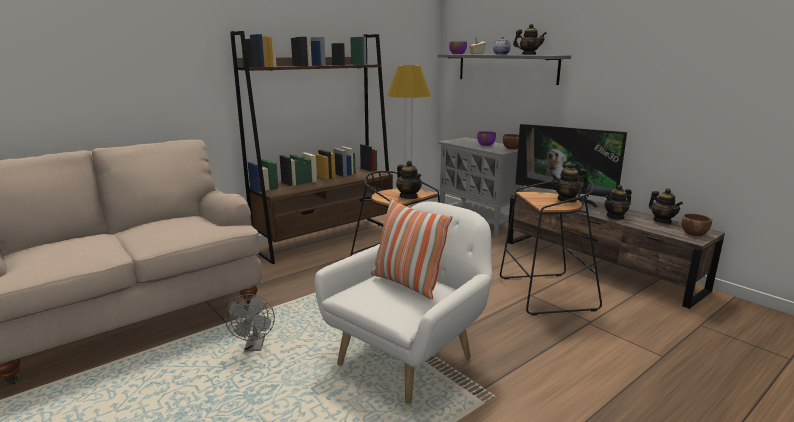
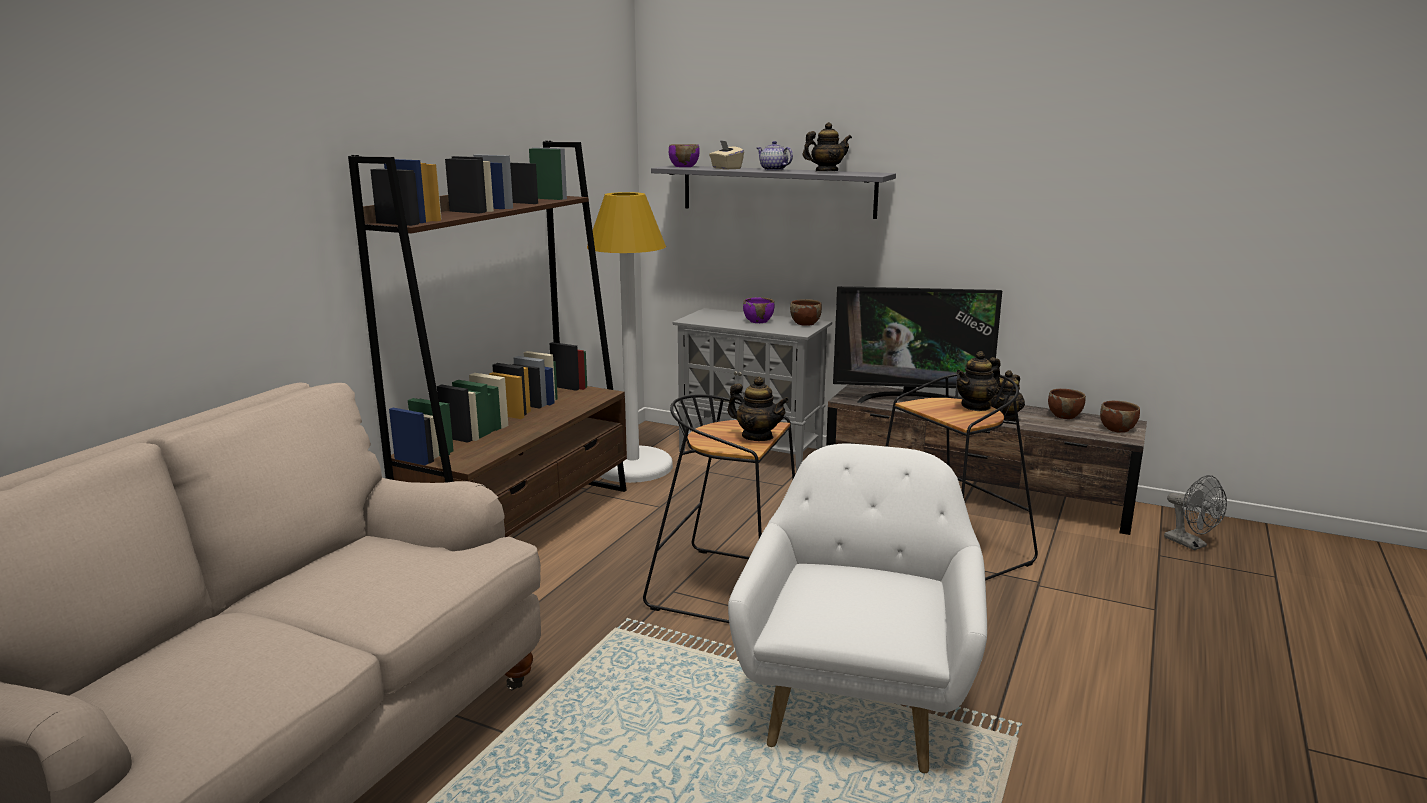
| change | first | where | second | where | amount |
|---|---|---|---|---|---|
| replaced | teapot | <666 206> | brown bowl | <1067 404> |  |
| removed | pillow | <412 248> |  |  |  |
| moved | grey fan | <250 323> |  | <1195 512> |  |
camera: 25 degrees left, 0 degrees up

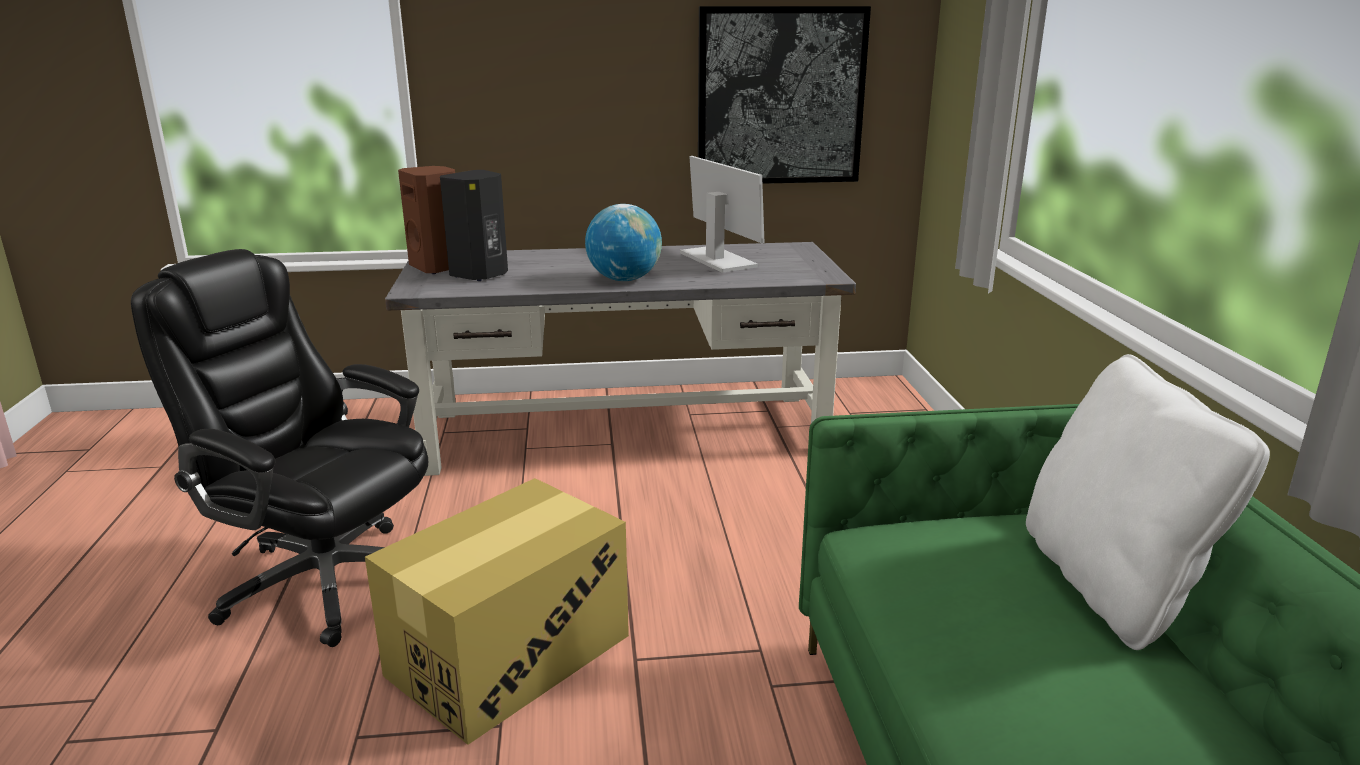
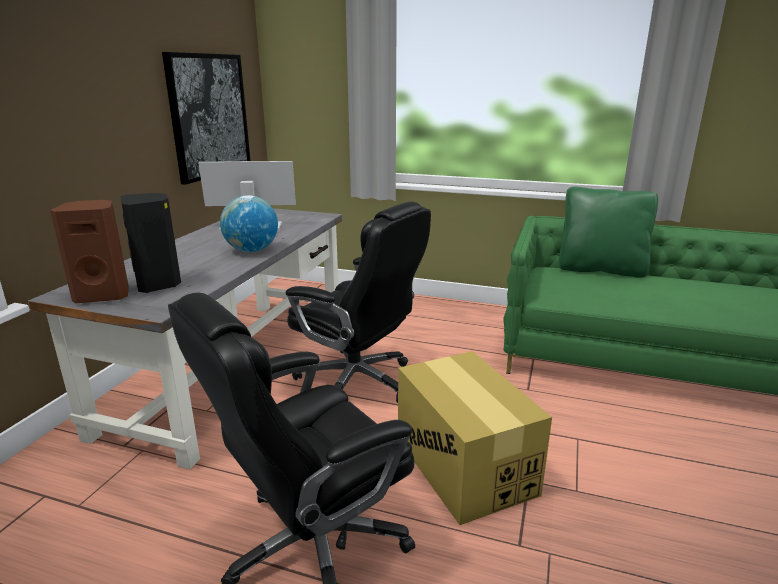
| change | first | where | second | where | amount |
|---|---|---|---|---|---|
| recoloured | white pillow | <1148 502> | green pillow | <608 232> |  |
| added |  |  | black office chair | <358 302> |  |
camera: 65 degrees left, 0 degrees up

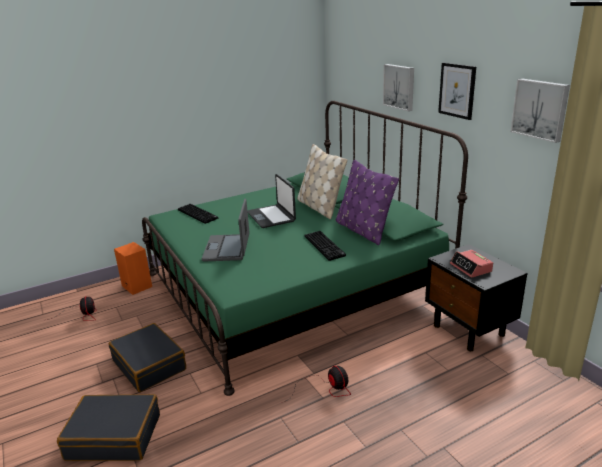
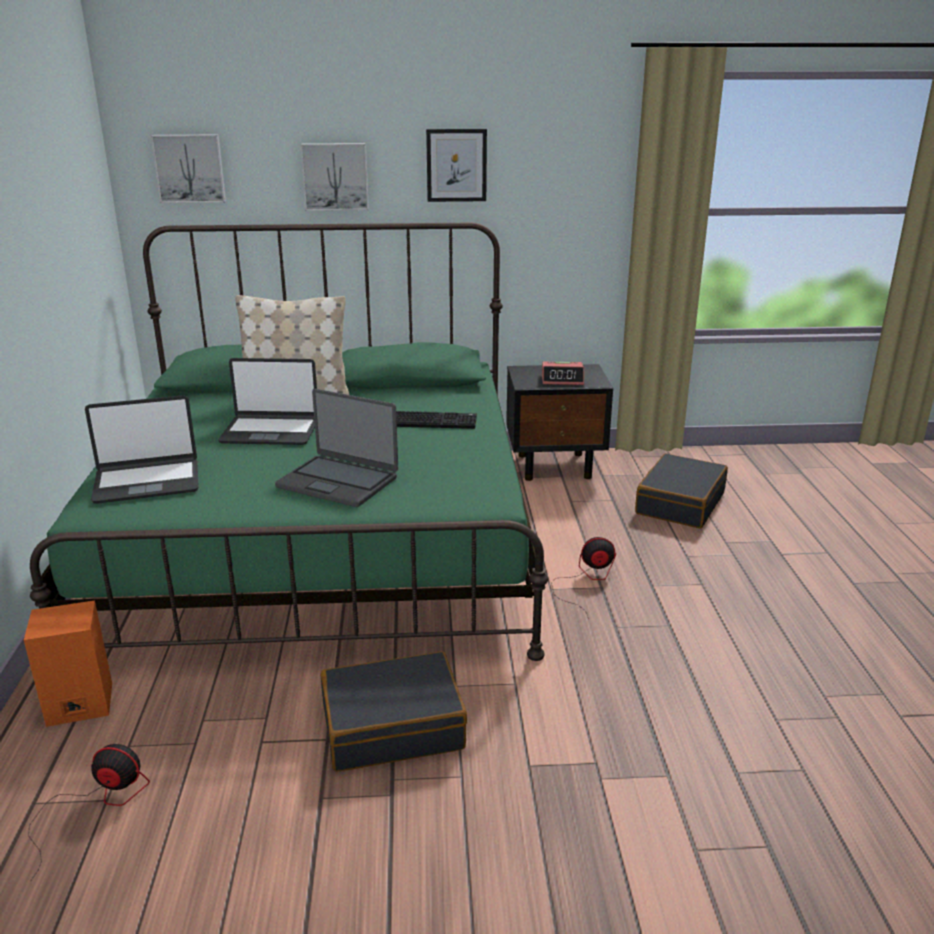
| change | first | where | second | where | amount |
|---|---|---|---|---|---|
| moved | picture | <540 110> |  | <188 169> |  |
| removed | purple pillow | <367 202> |  |  |  |
| replaced | keyboard | <198 214> | laptop | <142 449> |  |
| moved | black suitcase | <108 427> |  | <681 491> |  |
camera: 65 degrees left, 0 degrees up

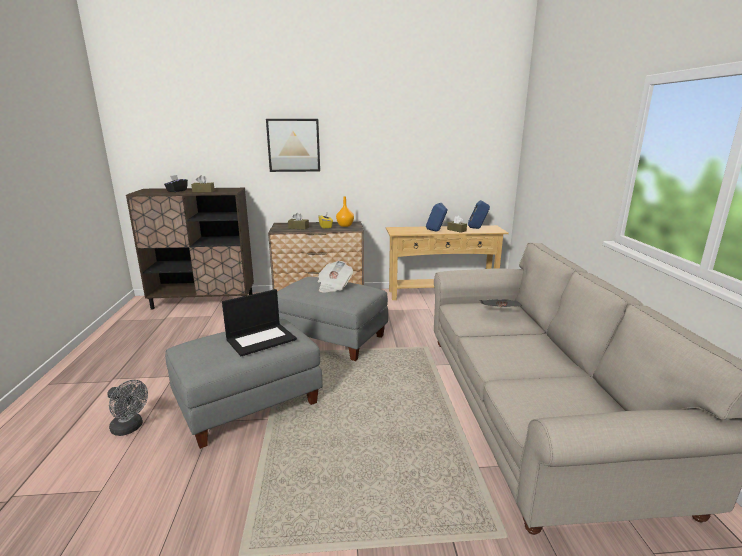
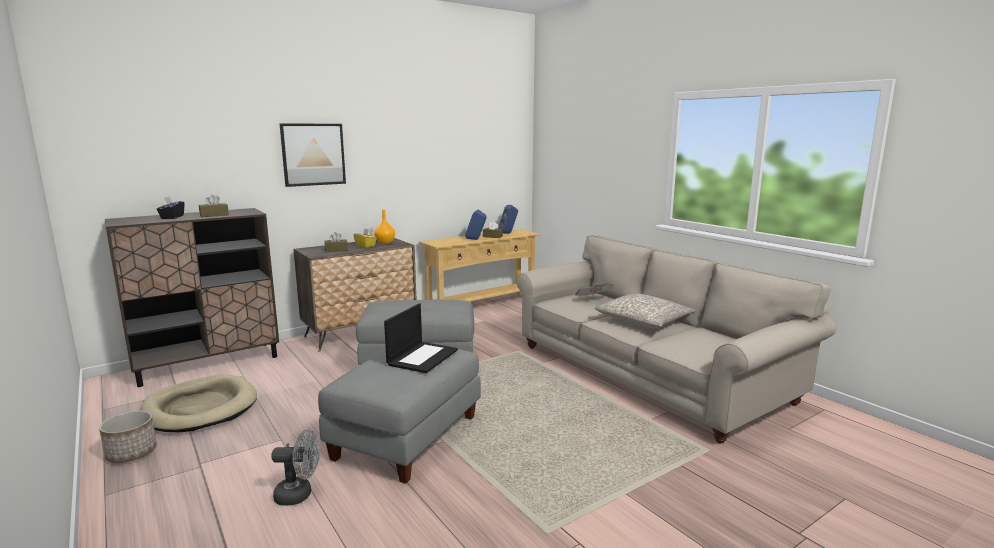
| change | first | where | second | where | amount |
|---|---|---|---|---|---|
| removed | newspaper | <335 277> |  |  |  |
| added |  |  | grey pillow | <645 311> |  |
| added |  |  | beige dog bed | <198 403> |  |
| added |  |  | planter | <128 437> |  |
camera: 30 degrees left, 5 degrees down

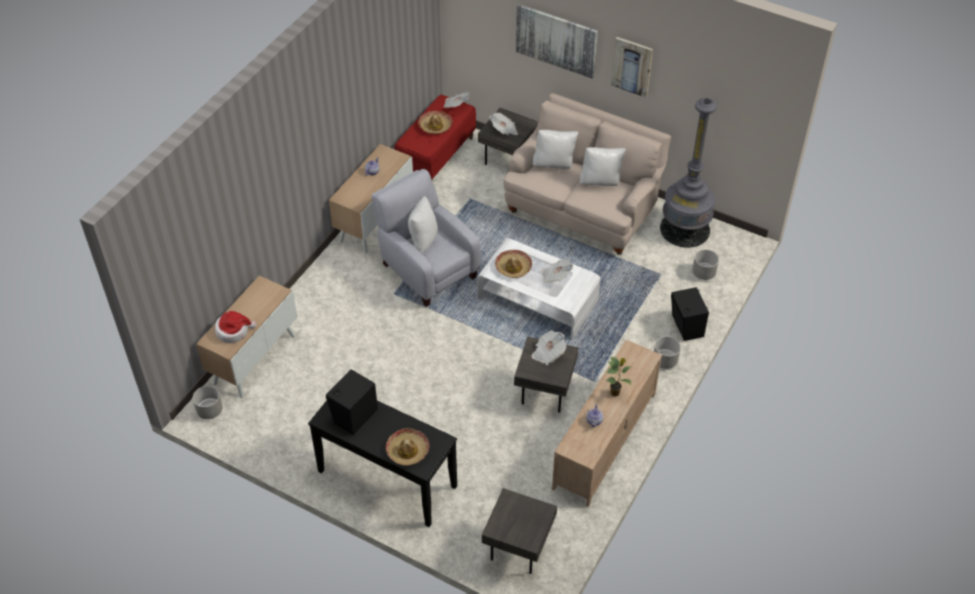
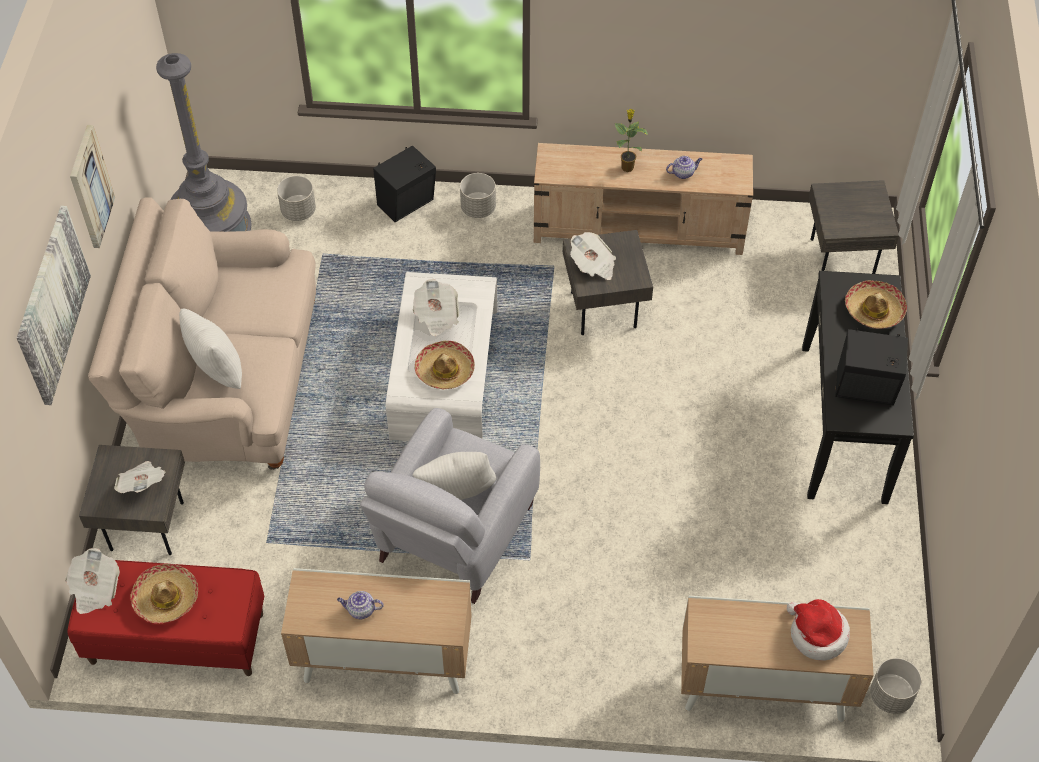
| change | first | where | second | where | amount |
|---|---|---|---|---|---|
| removed | white pillow | <603 166> |  |  |  |
camera: 115 degrees left, 5 degrees up

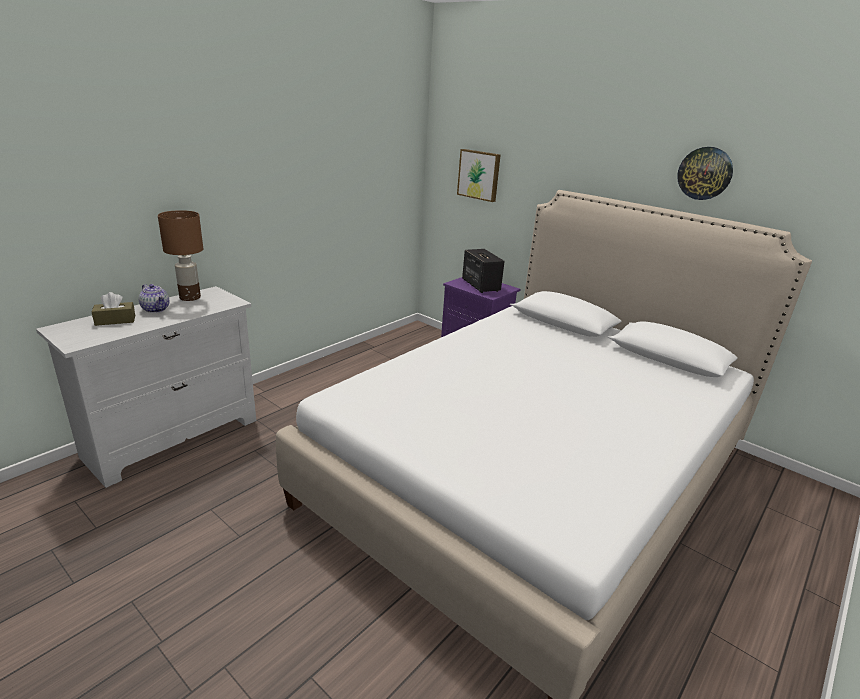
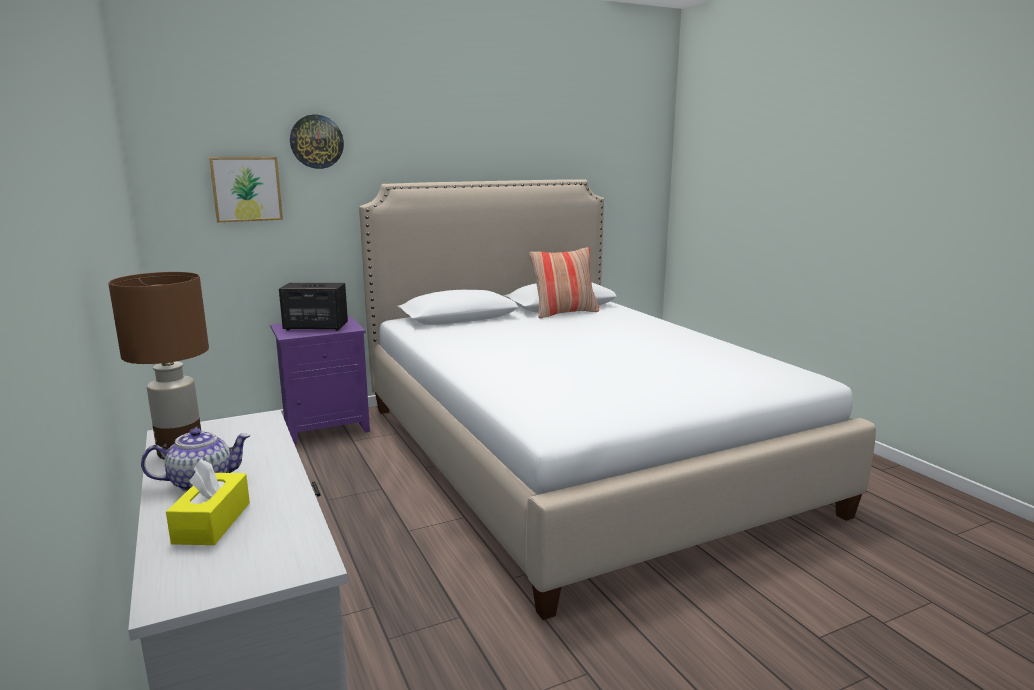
| change | first | where | second | where | amount |
|---|---|---|---|---|---|
| moved | wall clock | <705 173> |  | <317 142> |  |
| recoloured | brown tissue box | <113 309> | yellow tissue box | <208 502> |  |
| added |  |  | pillow | <564 283> |  |
camera: 65 degrees left, 10 degrees down

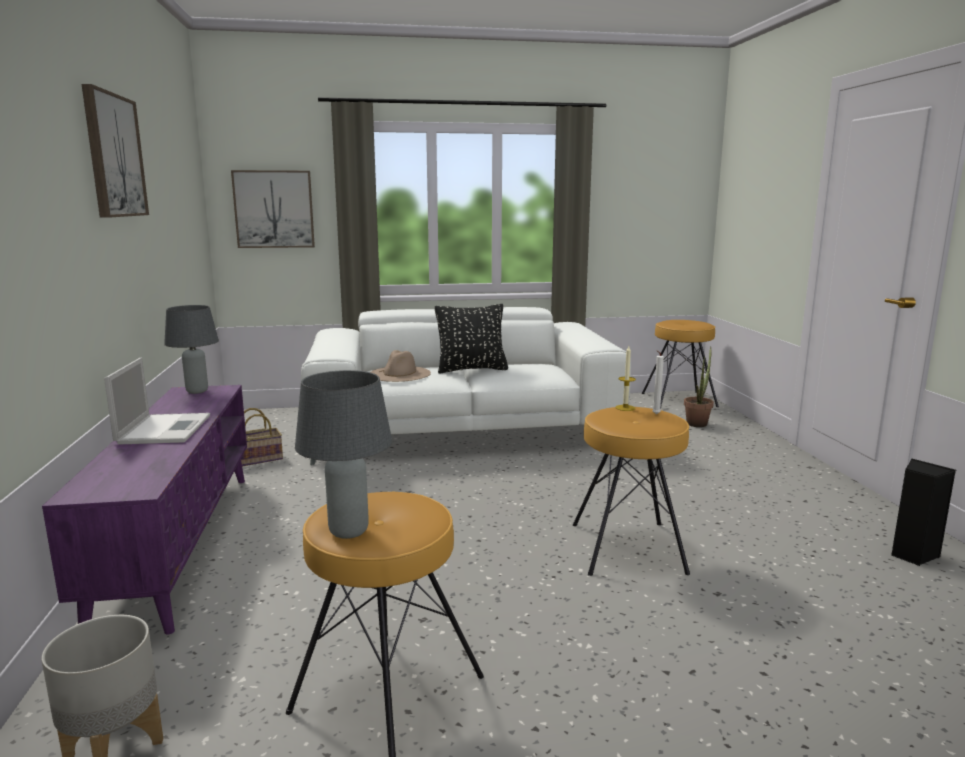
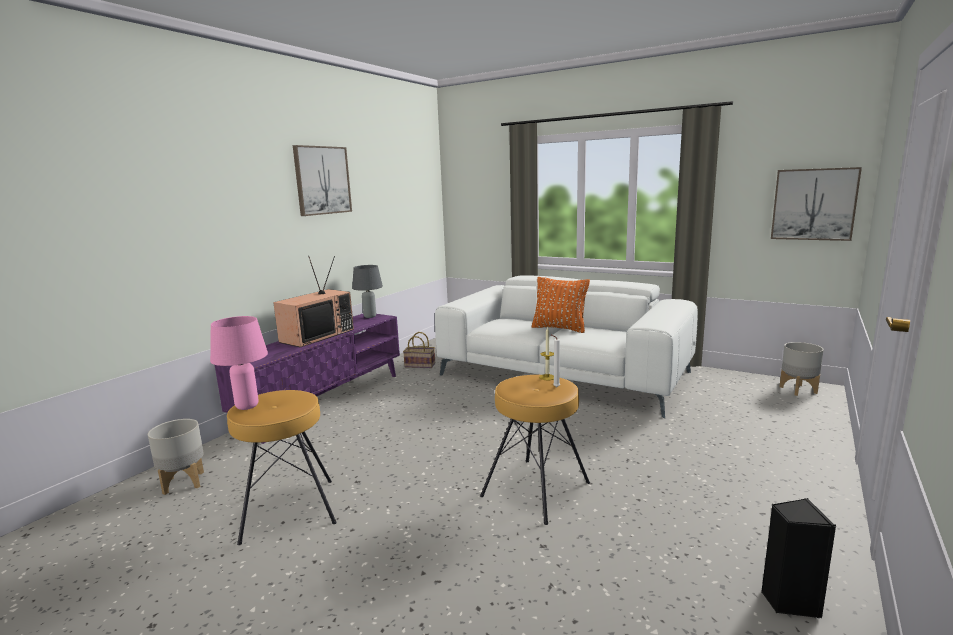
| change | first | where | second | where | amount |
|---|---|---|---|---|---|
| moved | picture | <273 209> |  | <816 204> |  |
| recoloured | black pillow | <471 338> | orange pillow | <561 305> |  |
| replaced | brown stool | <680 364> | grey planter | <801 369> |  |
| removed | potted plant | <699 386> |  |  |  |
| removed | beige hat | <401 366> |  |  |  |
| replaced | laptop | <157 401> | television | <313 301> |  |
| recoloured | grey table lamp | <343 454> | pink table lamp | <239 363> |  |
camera: 40 degrees right, 0 degrees up

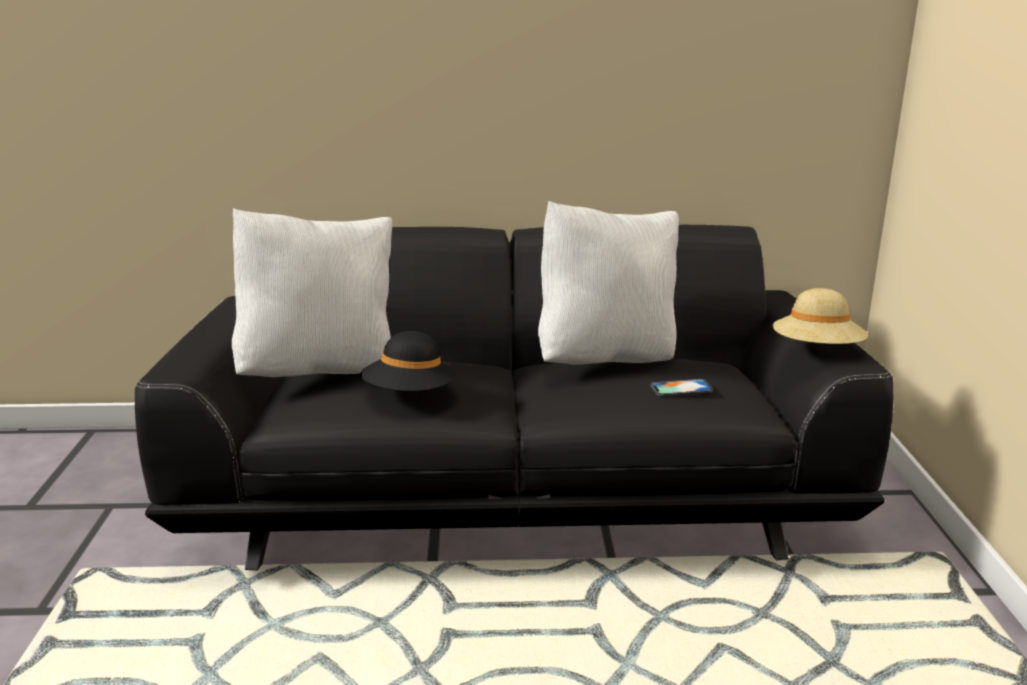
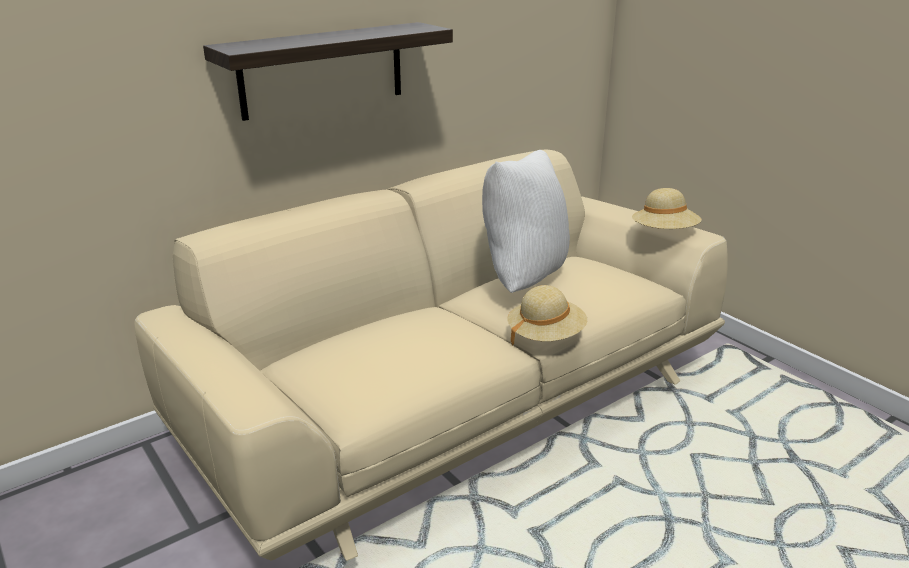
| change | first | where | second | where | amount |
|---|---|---|---|---|---|
| removed | white pillow | <312 293> |  |  |  |
| recoloured | black sofa | <514 398> | beige sofa | <431 355> |  |
| removed | black hat | <409 361> |  |  |  |
| removed | phone | <682 387> |  |  |  |
| added |  |  | shelf | <328 71> |  |
| added |  |  | beige hat | <547 315> |  |
camera: 35 degrees left, 5 degrees up

